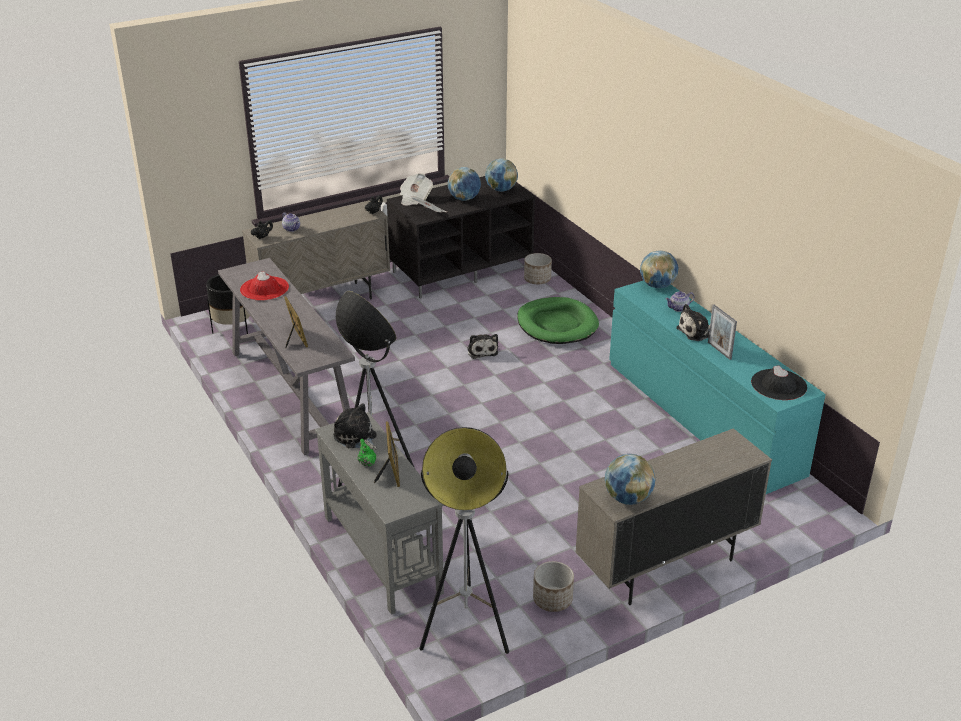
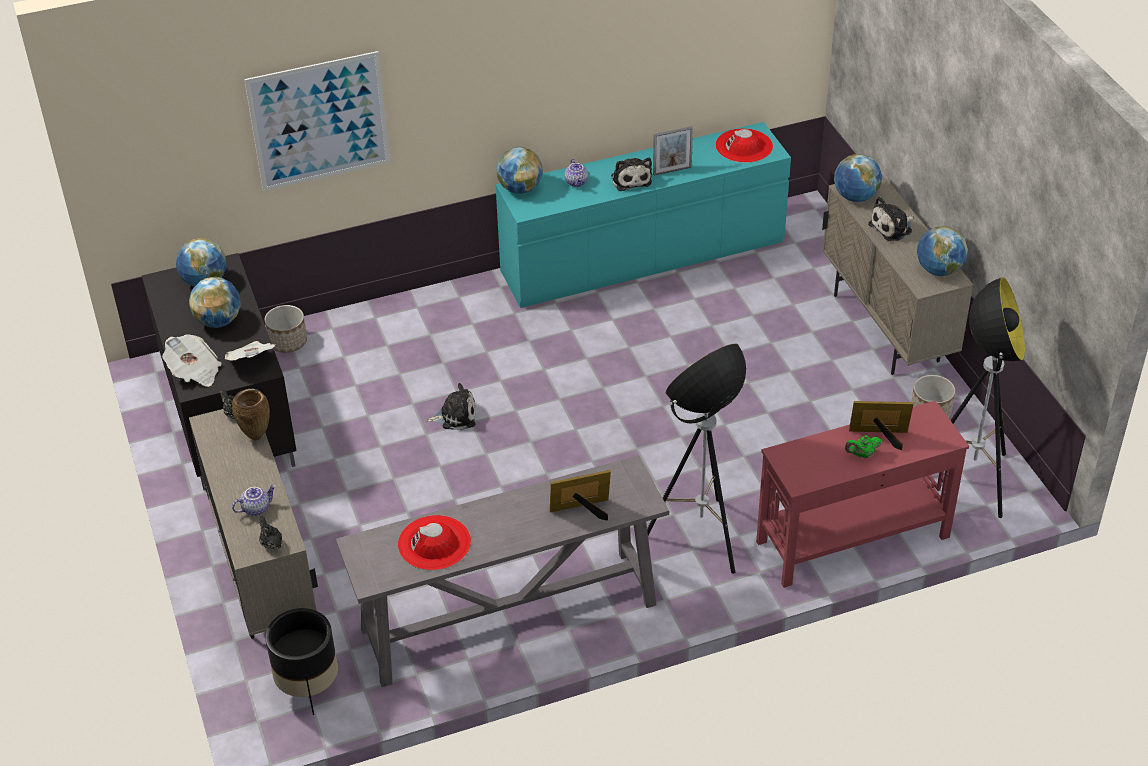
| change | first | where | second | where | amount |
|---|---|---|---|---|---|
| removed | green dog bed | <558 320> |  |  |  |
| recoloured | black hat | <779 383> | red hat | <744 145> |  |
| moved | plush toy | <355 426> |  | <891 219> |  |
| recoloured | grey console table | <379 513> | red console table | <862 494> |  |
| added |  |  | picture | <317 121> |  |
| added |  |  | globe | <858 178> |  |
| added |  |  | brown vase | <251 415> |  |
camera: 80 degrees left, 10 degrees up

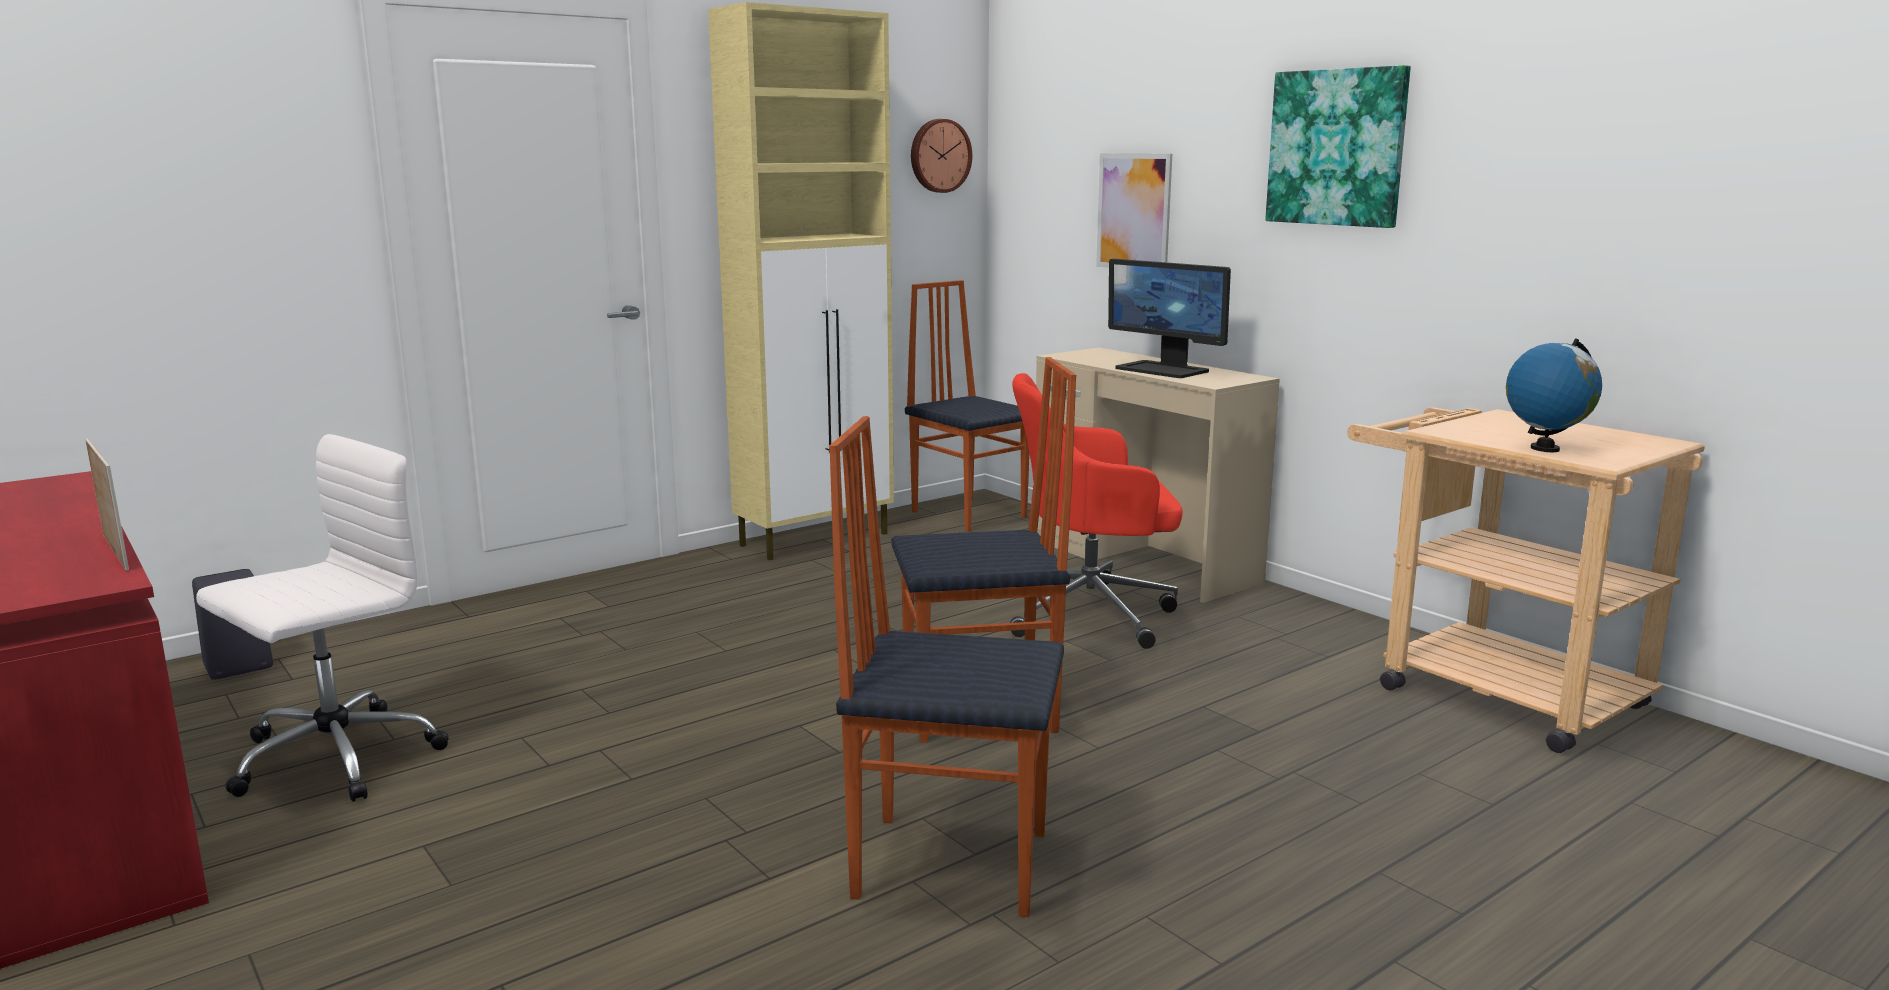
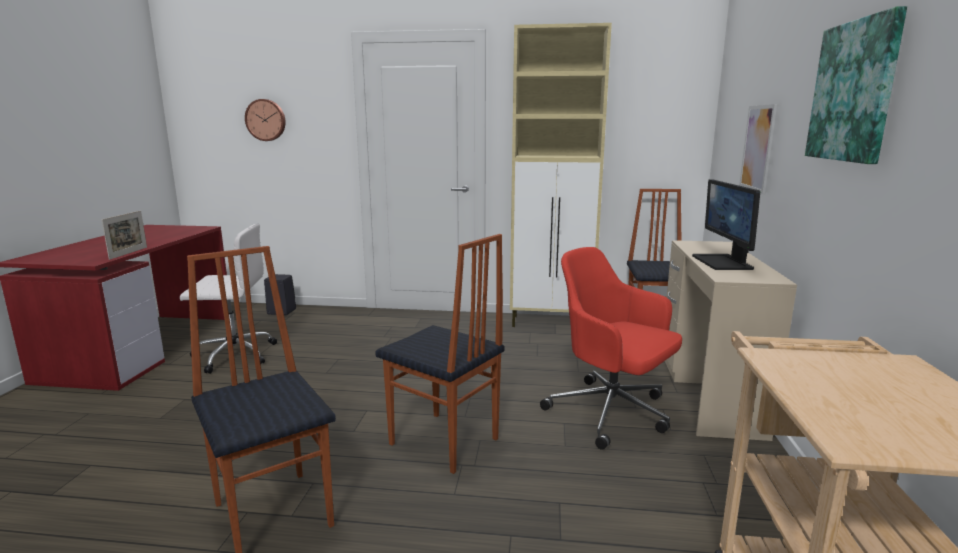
| change | first | where | second | where | amount |
|---|---|---|---|---|---|
| moved | wall clock | <941 156> |  | <265 120> |  |
| removed | globe | <1554 395> |  |  |  |
camera: 45 degrees right, 0 degrees up

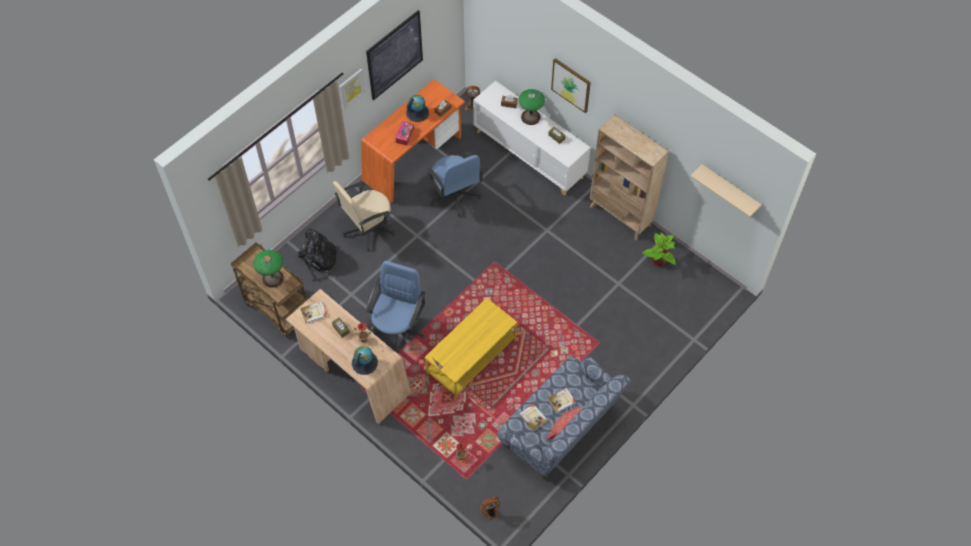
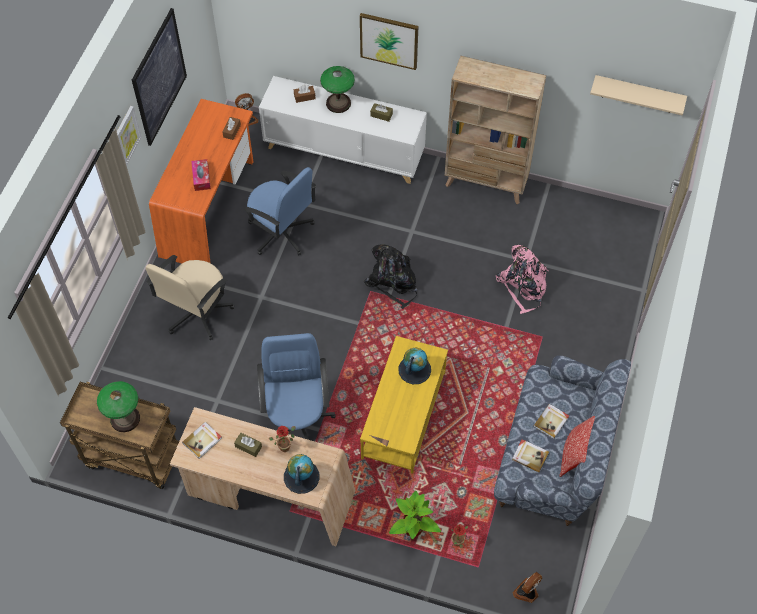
| change | first | where | second | where | amount |
|---|---|---|---|---|---|
| moved | globe | <417 108> |  | <414 365> |  |
| moved | black backpack | <317 255> |  | <391 276> |  |
| moved | potted plant | <659 249> |  | <415 515> |  |
| added |  |  | pink backpack | <522 279> |  |
camera: 25 degrees left, 0 degrees up

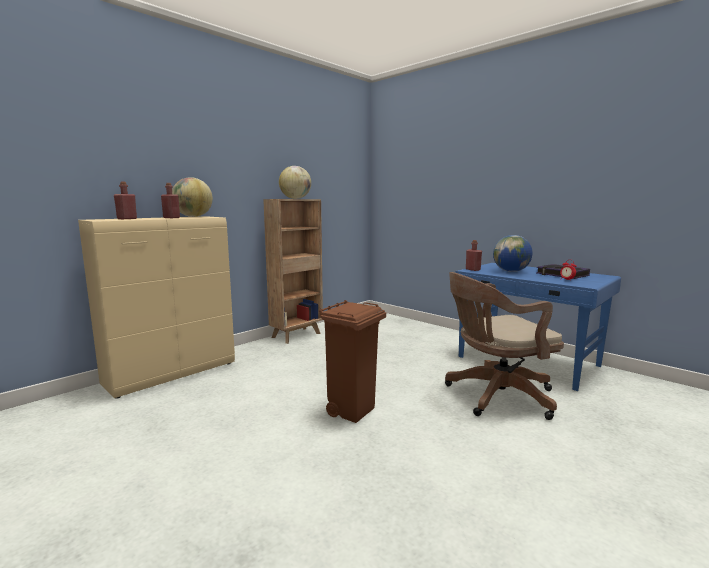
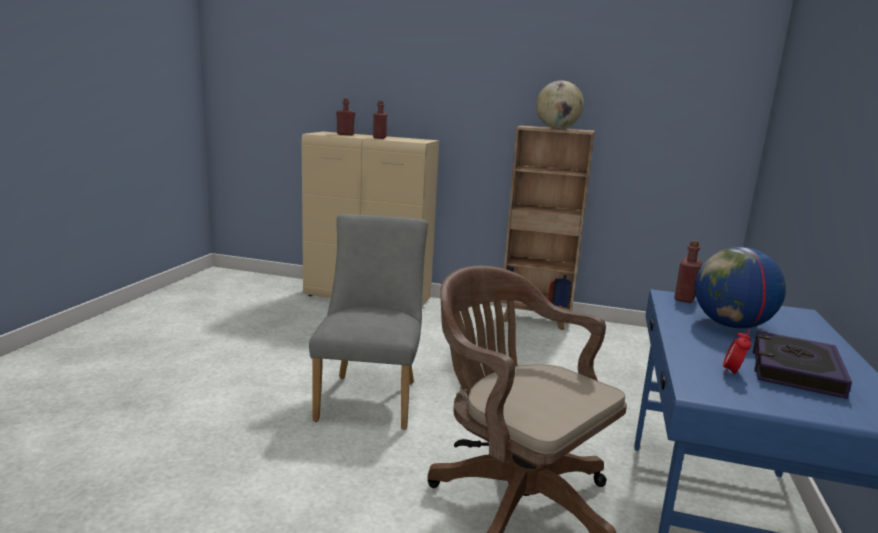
| change | first | where | second | where | amount |
|---|---|---|---|---|---|
| removed | globe | <192 197> |  |  |  |
| replaced | brown trash can | <352 361> | grey chair | <368 322> |  |
camera: 60 degrees right, 5 degrees up

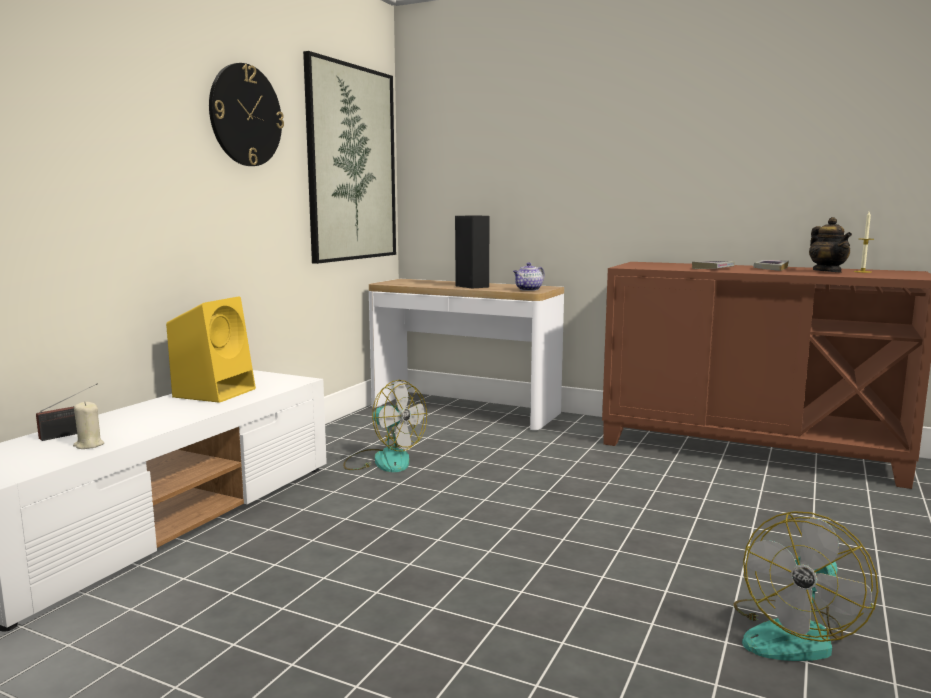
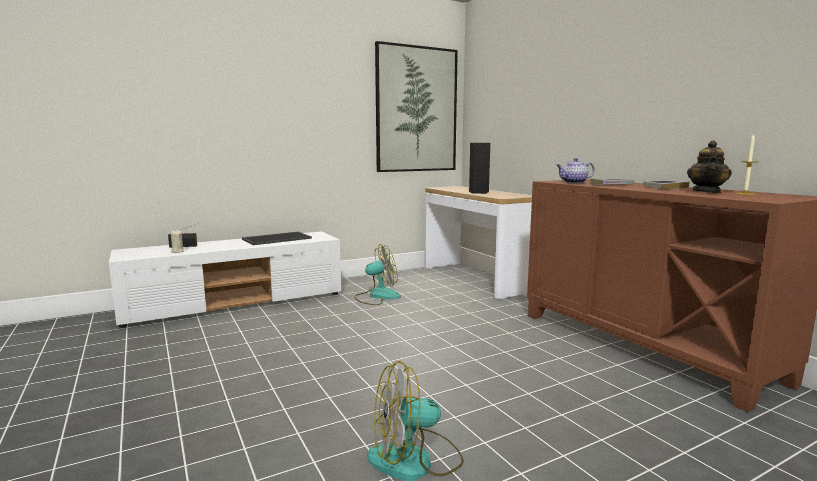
| change | first | where | second | where | amount |
|---|---|---|---|---|---|
| removed | wall clock | <246 114> |  |  |  |
| moved | teapot | <529 277> |  | <576 170> |  |
| replaced | yellow speaker | <211 349> | tray | <277 238> |  |
| turned | fan | <385 426> |  | <377 274> | 90 degrees counterclockwise |
camera: 35 degrees right, 0 degrees up

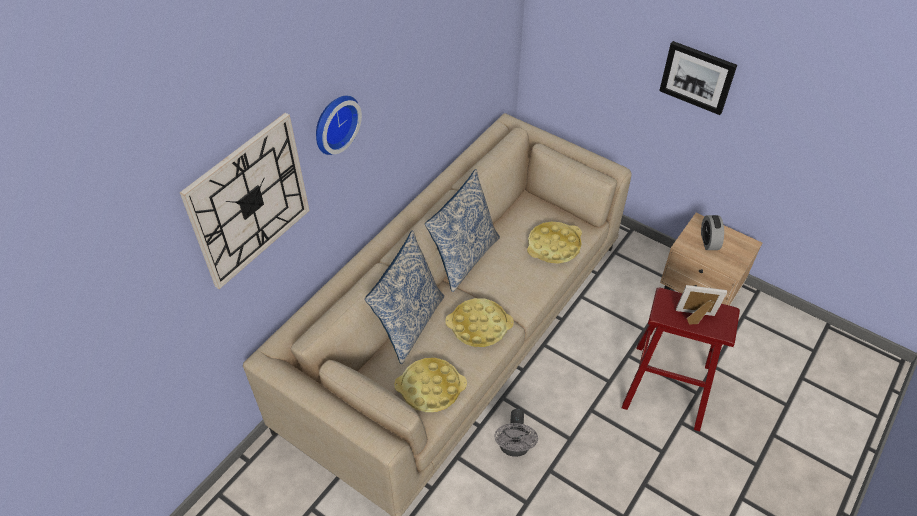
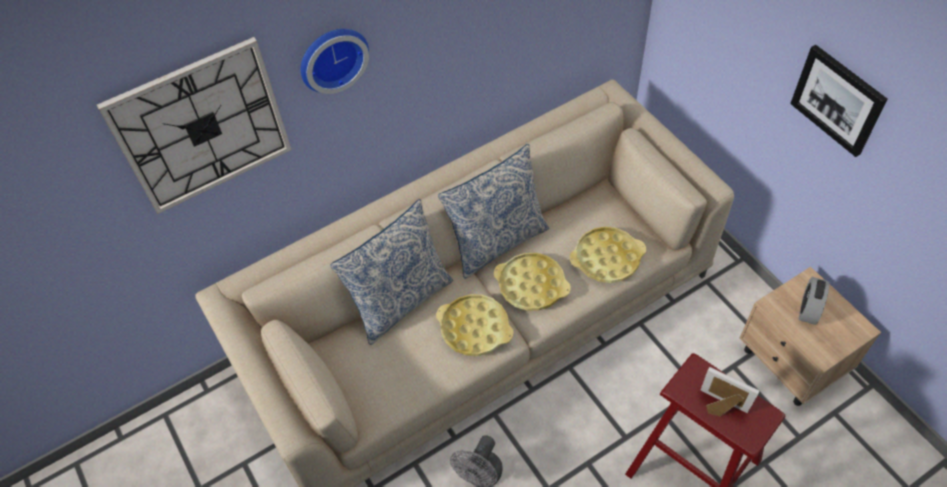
| change | first | where | second | where | amount |
|---|---|---|---|---|---|
| moved | yellow tray | <430 385> |  | <532 282> |  |
camera: 25 degrees right, 5 degrees up

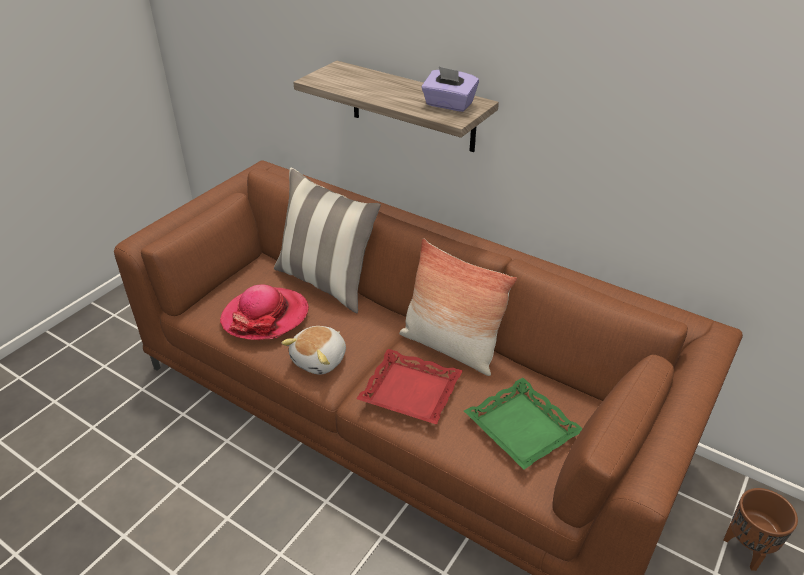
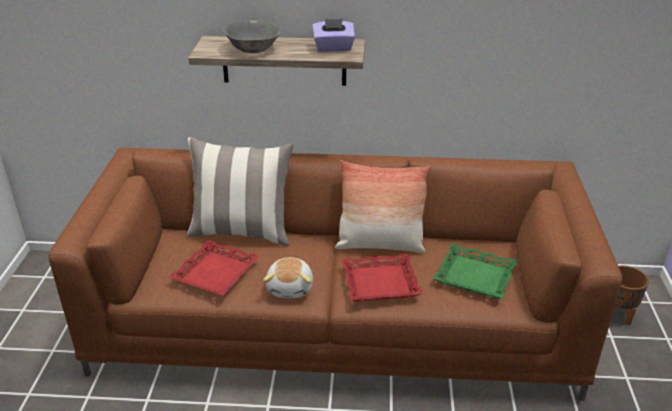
| change | first | where | second | where | amount |
|---|---|---|---|---|---|
| replaced | hat | <264 312> | red tray | <214 268> |  |
| added |  |  | grey bowl | <252 36> |  |
camera: 30 degrees left, 5 degrees down

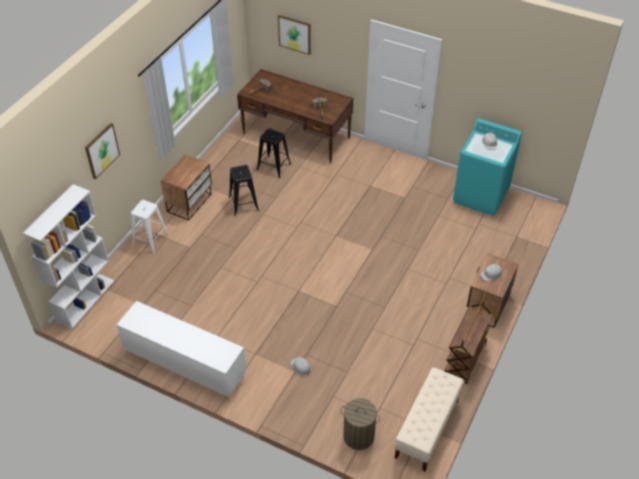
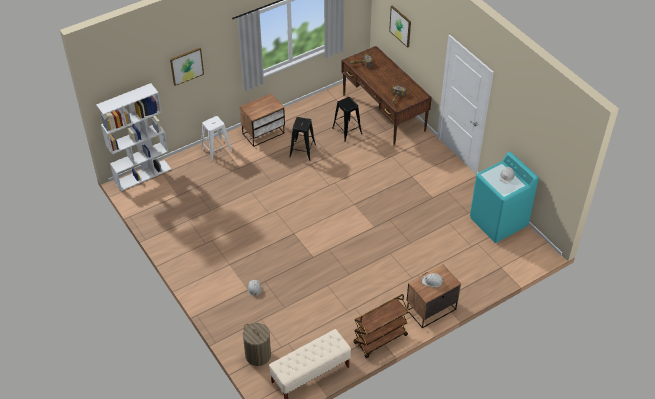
| change | first | where | second | where | amount |
|---|---|---|---|---|---|
| removed | white cabinet | <182 350> |  |  |  |
camera: 30 degrees right, 0 degrees up

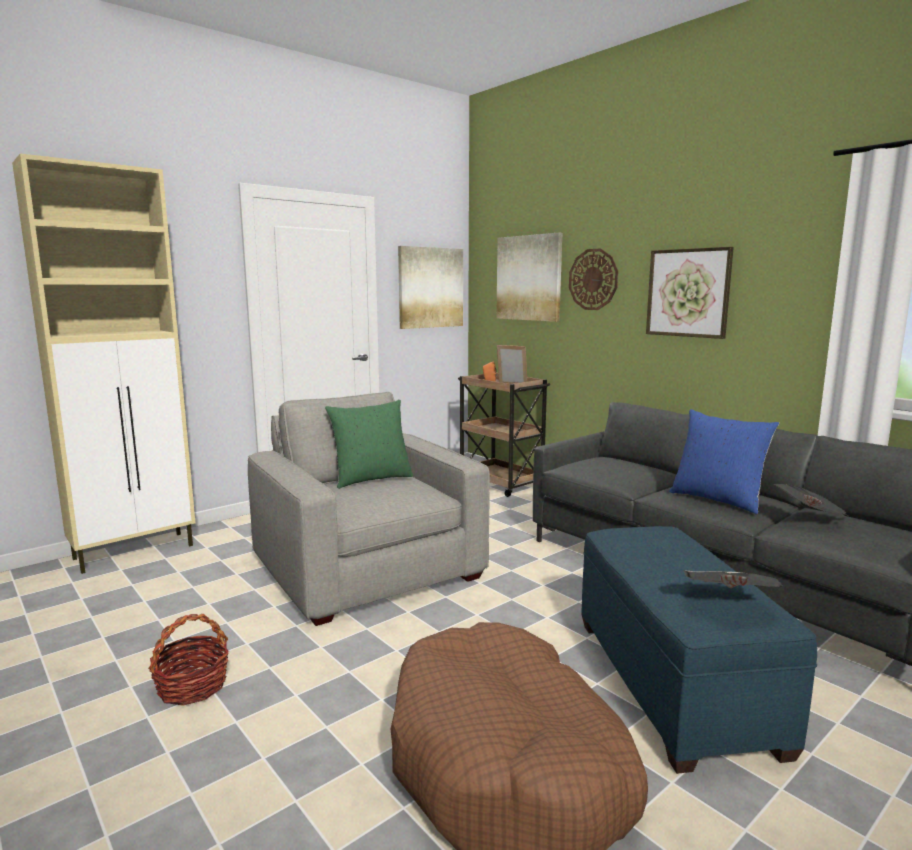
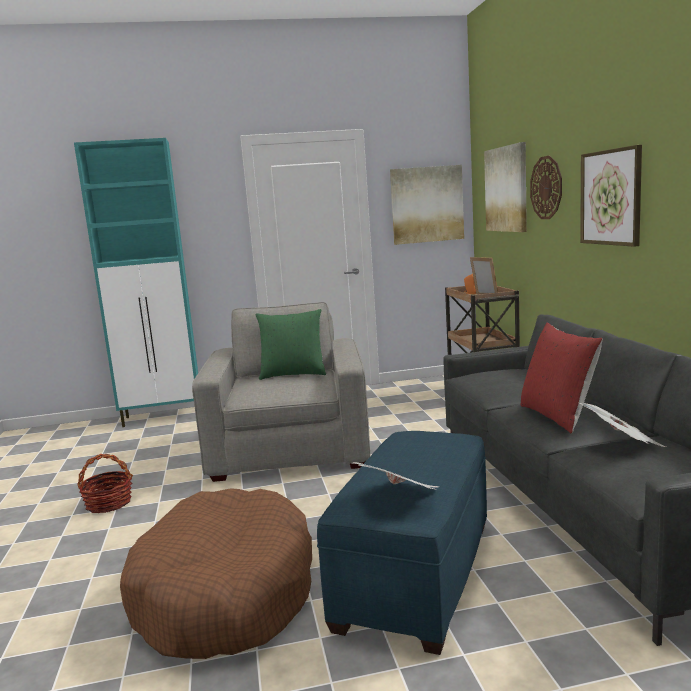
| change | first | where | second | where | amount |
|---|---|---|---|---|---|
| recoloured | beige cabinet | <104 364> | turquoise cabinet | <136 282> |  |
| recoloured | blue pillow | <724 461> | red pillow | <561 378> |  |
camera: 30 degrees right, 0 degrees up

